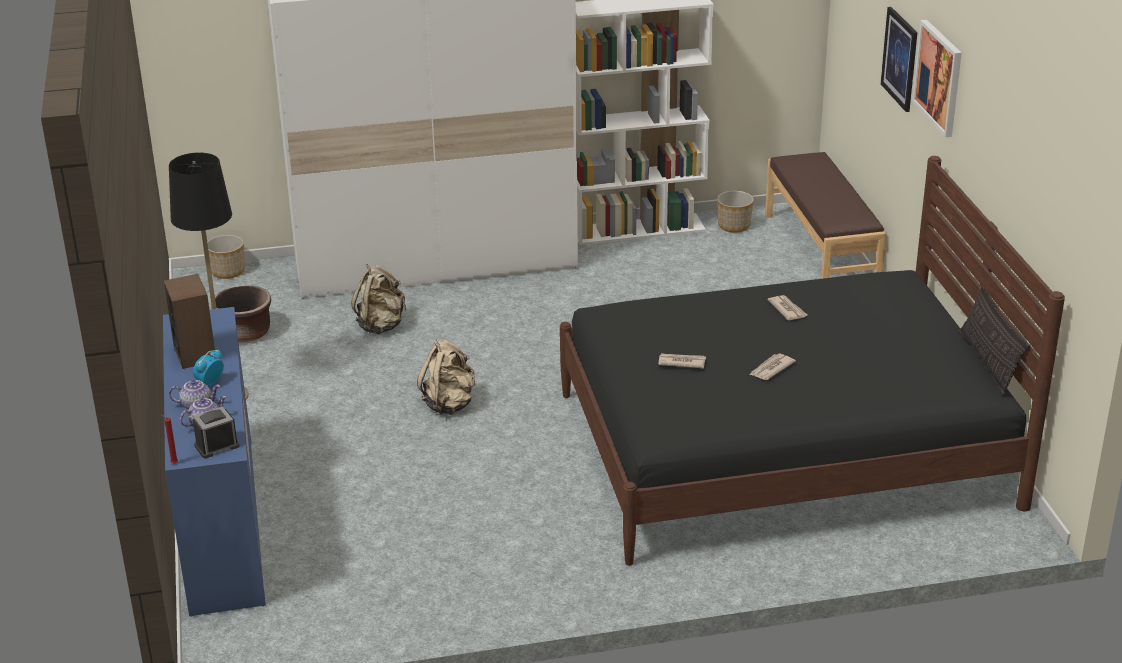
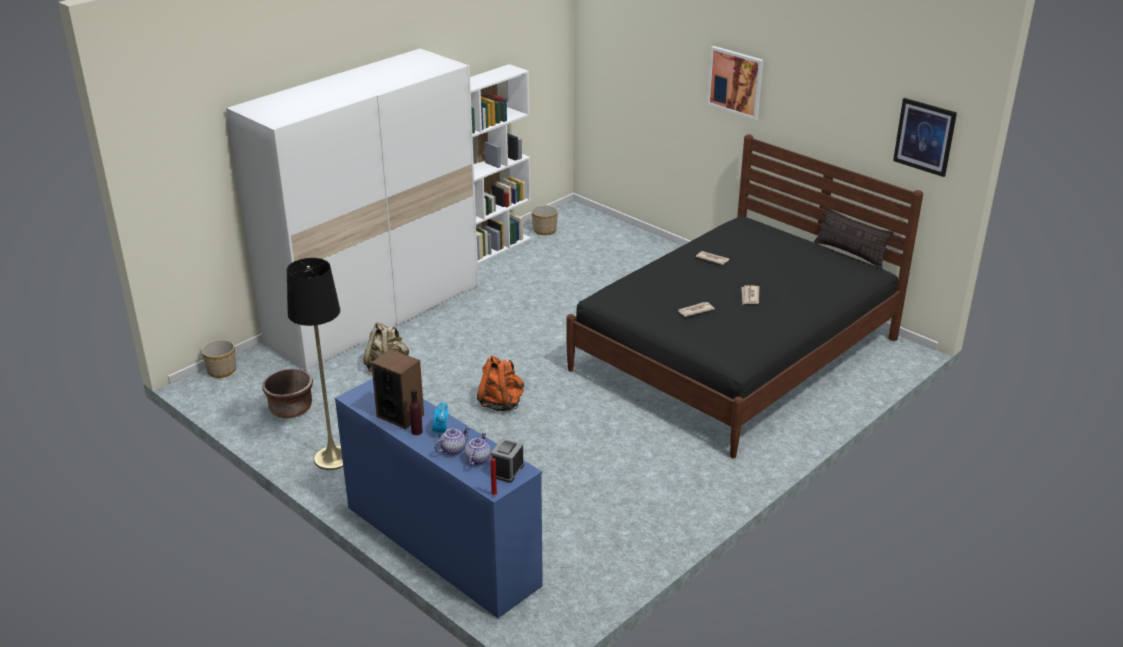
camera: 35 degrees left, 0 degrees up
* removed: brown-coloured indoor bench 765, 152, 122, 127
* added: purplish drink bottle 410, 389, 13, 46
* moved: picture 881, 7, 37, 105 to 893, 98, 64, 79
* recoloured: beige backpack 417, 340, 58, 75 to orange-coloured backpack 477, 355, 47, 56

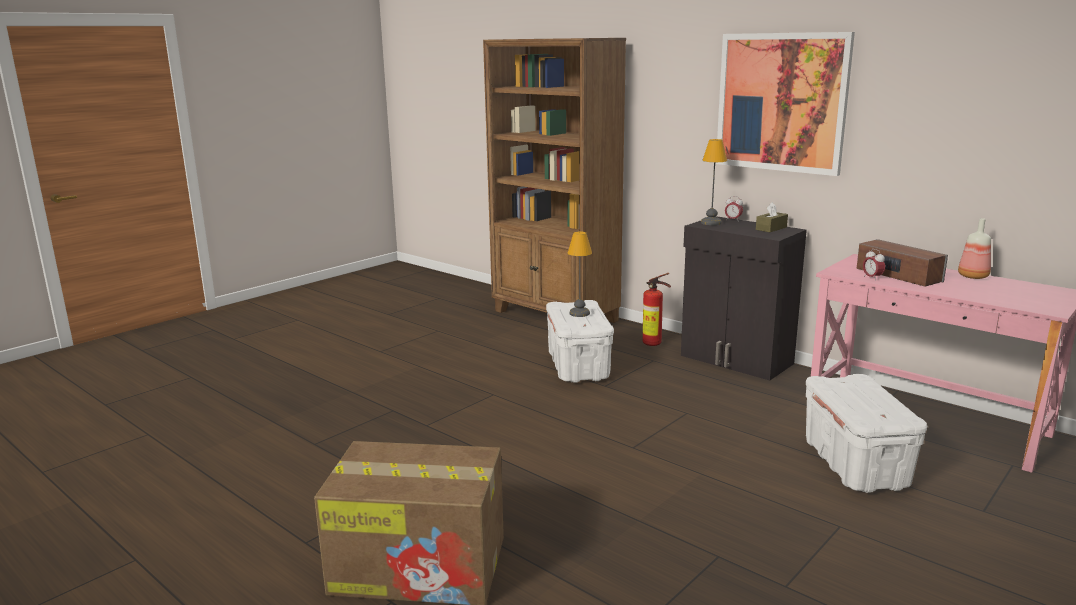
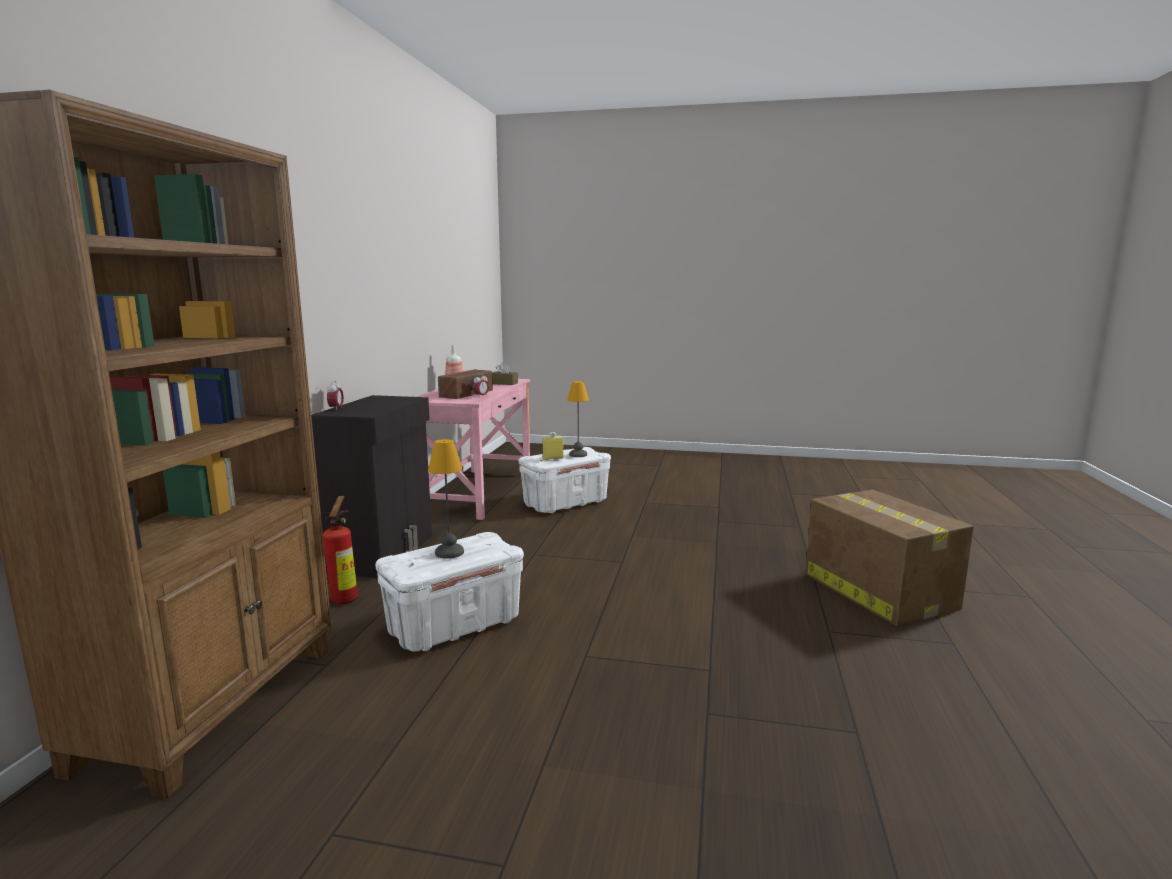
camera: 120 degrees left, 5 degrees down
* removed: picture 716, 32, 139, 144
* added: yellowish drink bottle 542, 432, 22, 28
* moved: table lamp 701, 139, 26, 86 to 567, 381, 22, 76
* moved: brown-coloured tissue holder 756, 202, 32, 30 to 492, 362, 26, 23

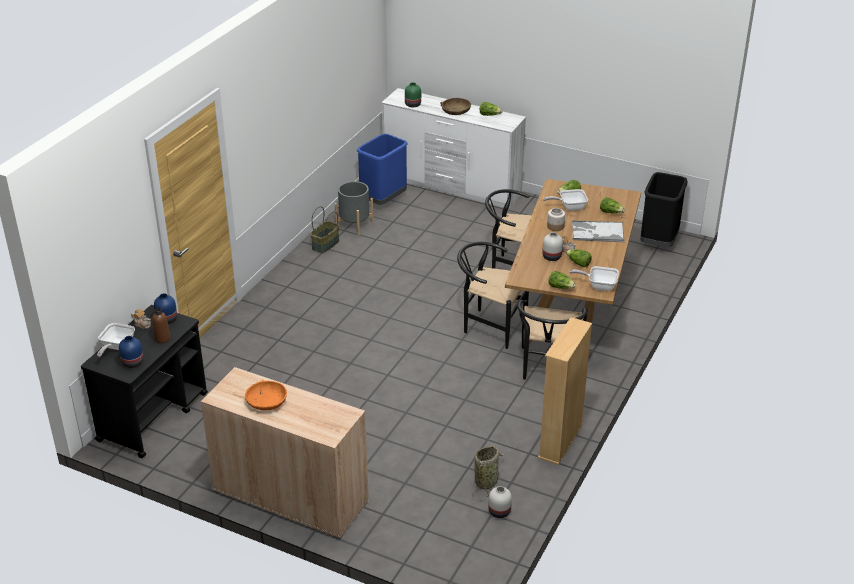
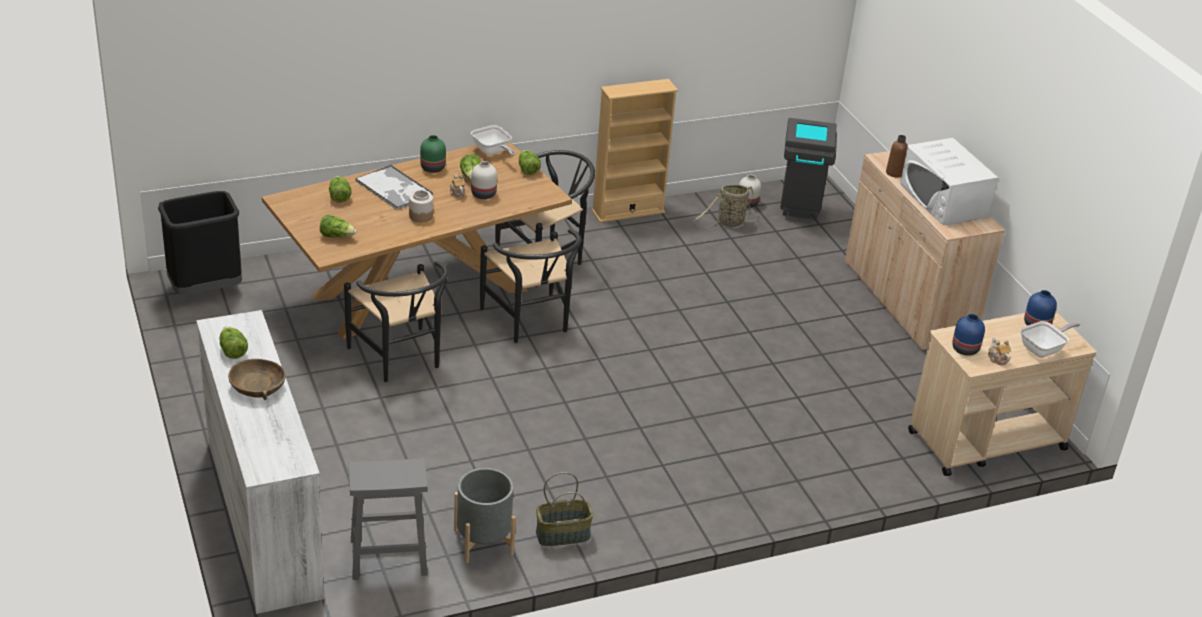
camera: 140 degrees left, 0 degrees up
* removed: frying pan 543, 189, 45, 22
* added: greyish trash can 781, 118, 56, 101
* moved: brown-coloured drink bottle 152, 308, 18, 35 to 886, 135, 22, 43
* moved: greenish decorative vase 405, 82, 16, 25 to 420, 135, 26, 38
* replaced: orange-coloured deep dish 245, 380, 42, 31 to white kitchen microwave 900, 138, 98, 87
* replaced: bluish trash can 357, 134, 51, 71 to greyish stool seat 349, 458, 79, 122
* recoloured: black trolley 81, 305, 127, 153 to beige trolley 908, 311, 189, 165

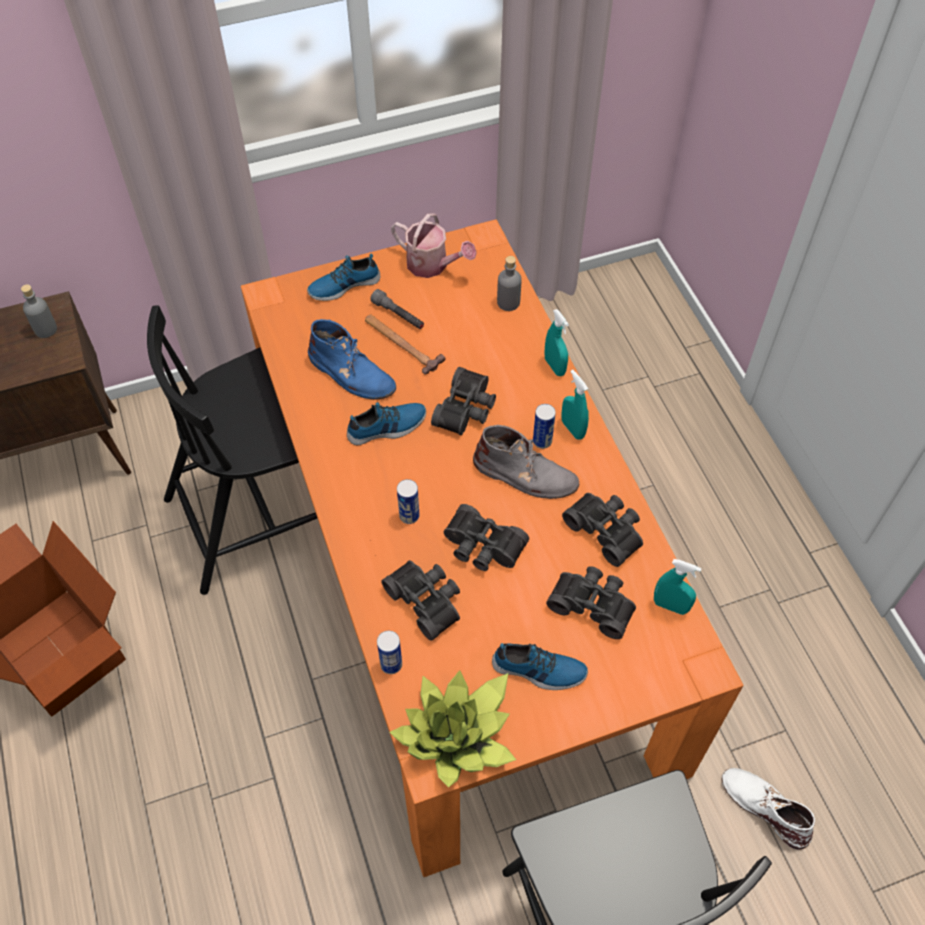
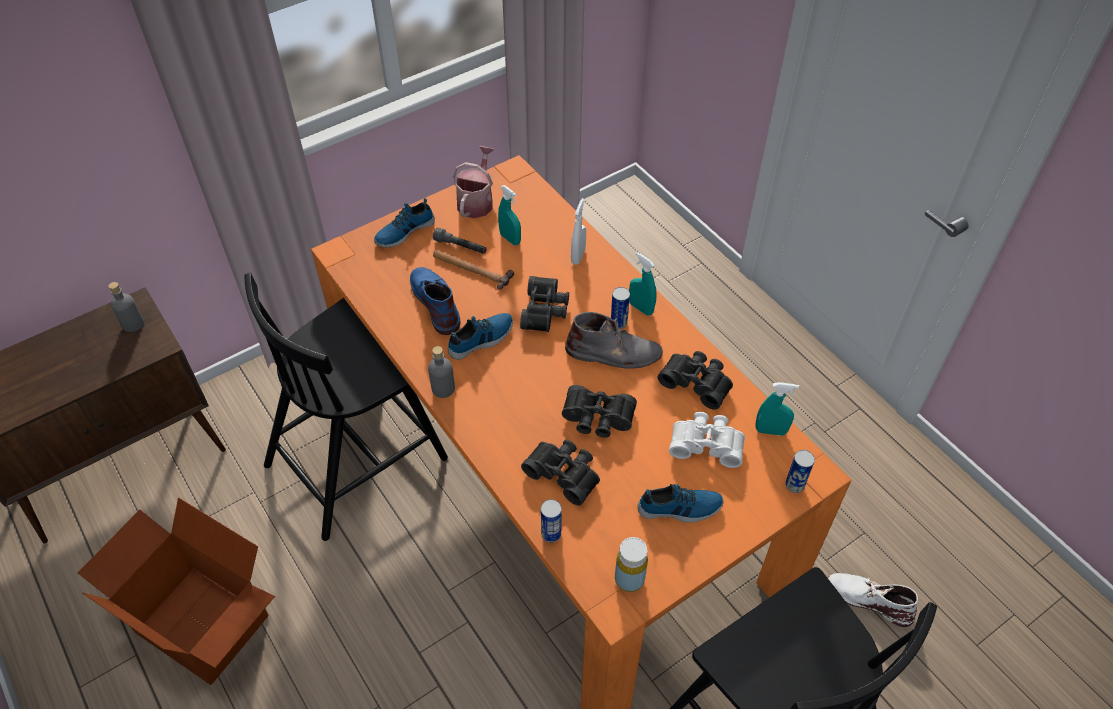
camera: 15 degrees left, 5 degrees down
* added: white sprayer 571, 198, 15, 67
* moved: can 397, 479, 22, 45 to 785, 450, 30, 43
* moved: greyish drink bottle 497, 256, 25, 55 to 428, 346, 27, 52
* moved: turquoise-coloured sprayer 544, 309, 25, 67 to 498, 185, 23, 60
* replaced: plant in a pot 389, 670, 127, 117 to yellowish drink bottle 615, 537, 33, 55
* recoloured: black field glasses 546, 566, 90, 73 to white field glasses 669, 412, 76, 56
* turned: bluish high-top boot 308, 319, 88, 80 = 410, 267, 51, 68 135 degrees counterclockwise
* turned: sprinkling can 391, 213, 86, 65 = 453, 146, 42, 72 90 degrees counterclockwise

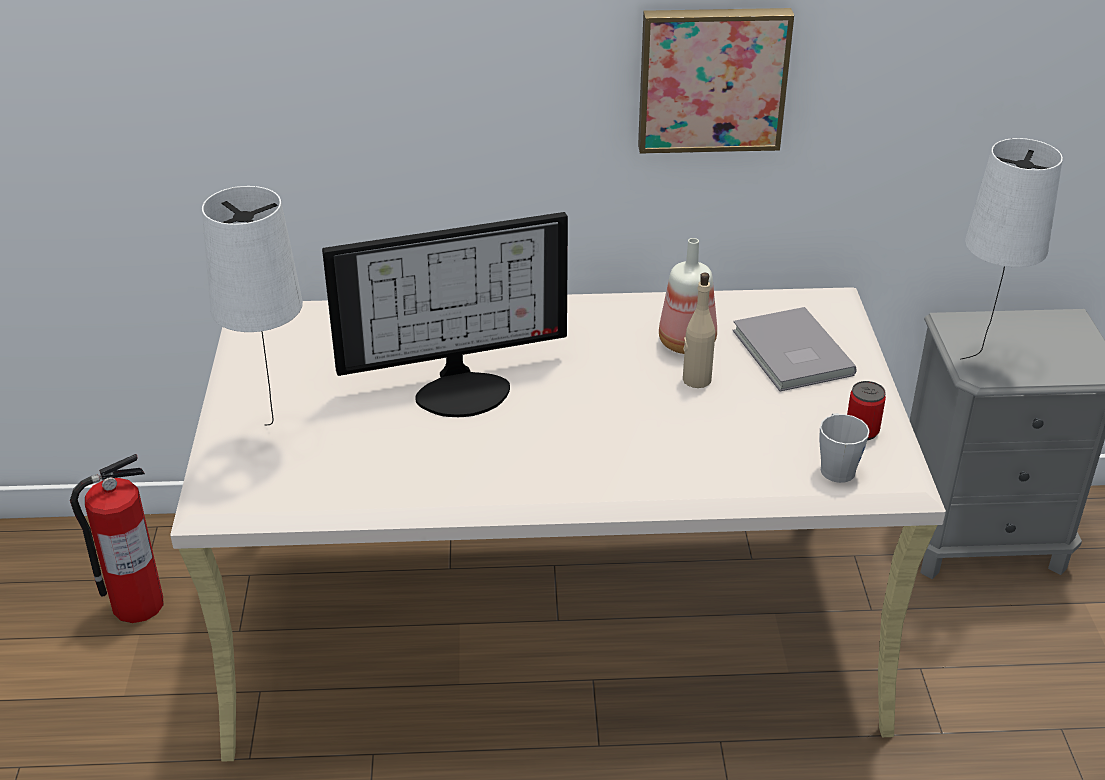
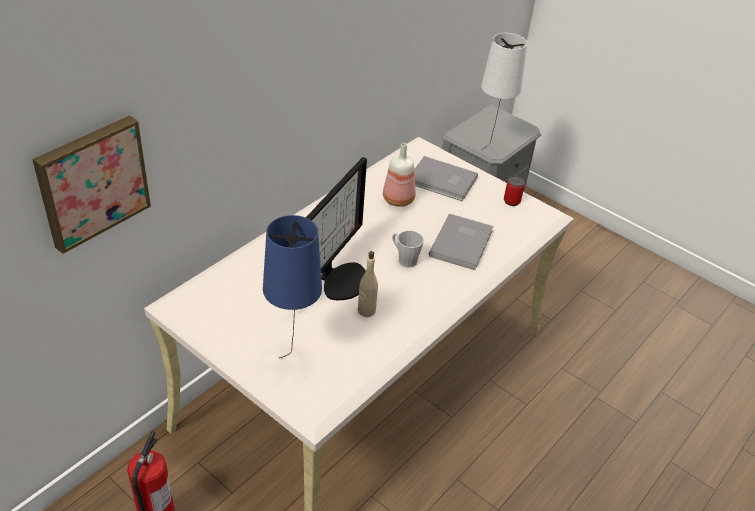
camera: 50 degrees left, 5 degrees up
* added: greyish bound book 429, 214, 64, 56
* moved: picture 638, 8, 156, 146 to 32, 115, 119, 139
* moved: beige drink bottle 683, 273, 32, 115 to 358, 251, 20, 66
* moved: greyish coffee mug 819, 413, 51, 70 to 392, 230, 32, 37
* recoloured: white table lamp 202, 186, 101, 239 to bluish table lamp 263, 215, 59, 143

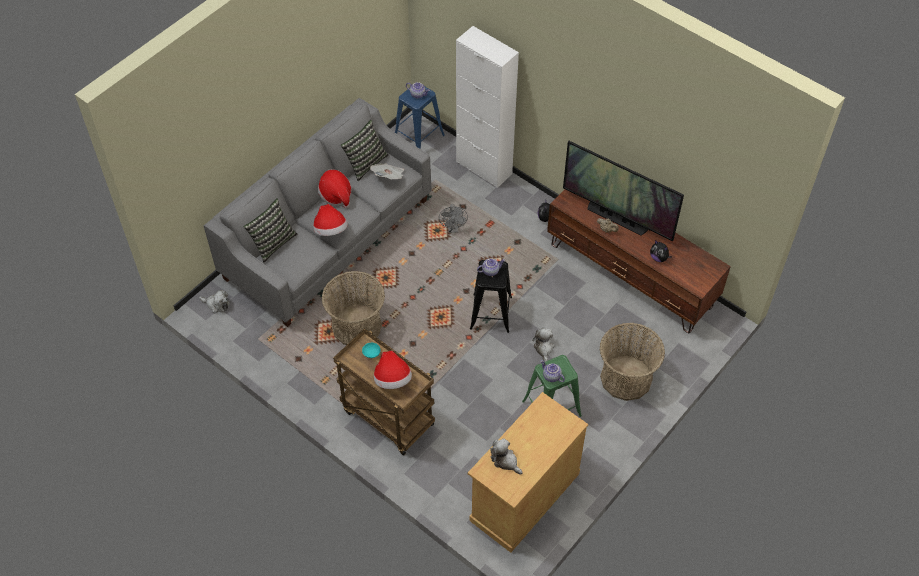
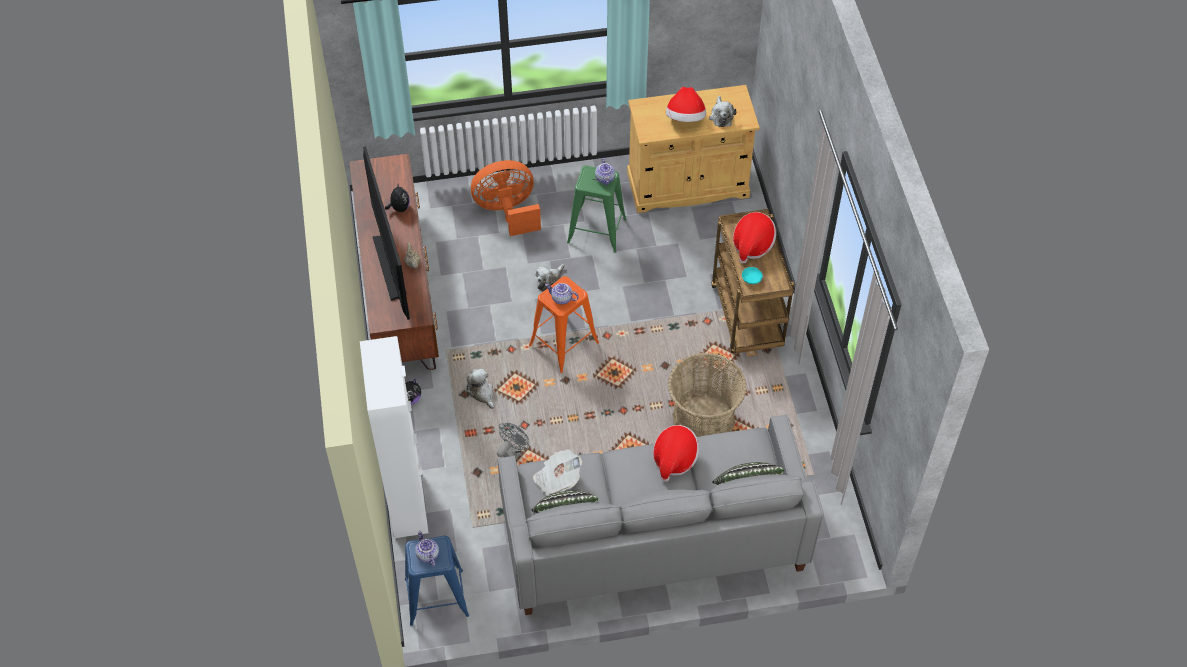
camera: 140 degrees left, 0 degrees up
* moved: soft toy 199, 290, 31, 24 to 466, 369, 28, 40
* moved: hat 318, 169, 33, 39 to 666, 87, 40, 35
* replaced: basket 600, 323, 65, 78 to orange-coloured electric fan 471, 160, 70, 76
* recoloured: black stool seat 470, 260, 42, 73 to orange-coloured stool seat 529, 276, 70, 97

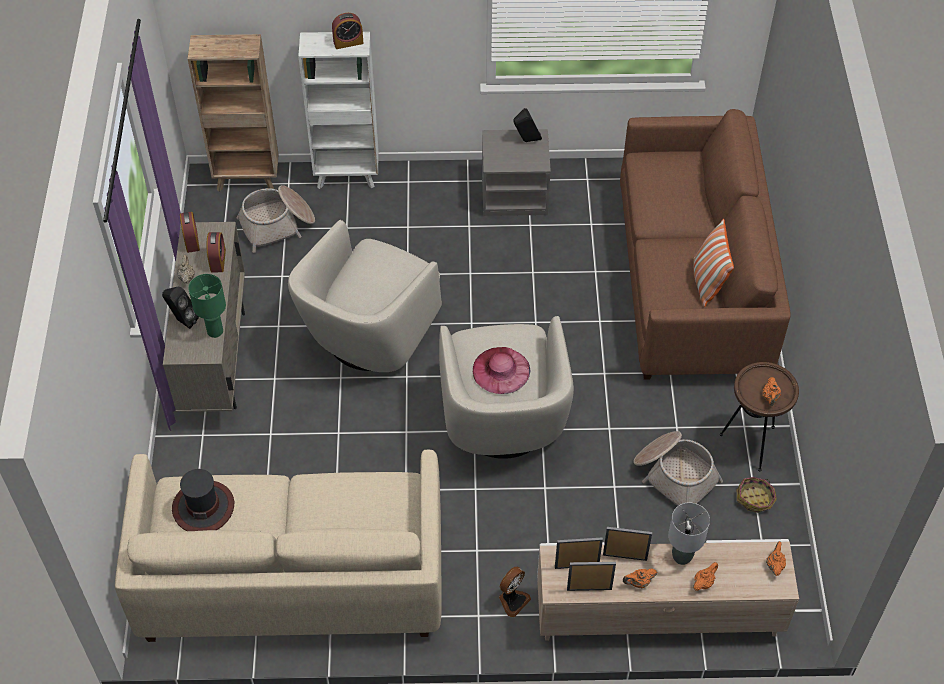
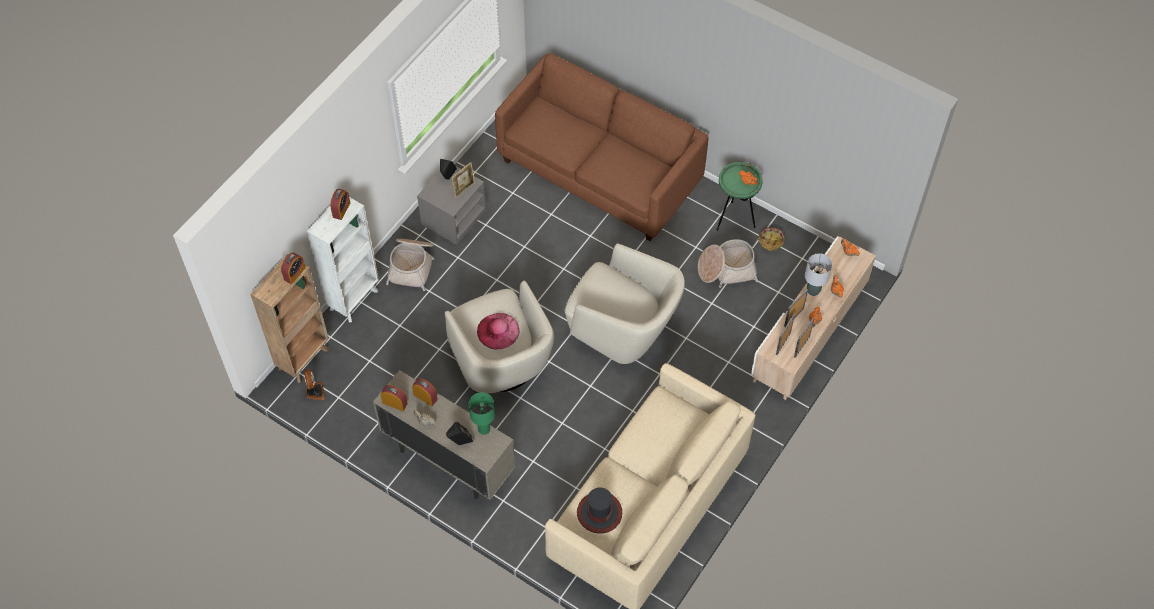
camera: 55 degrees left, 5 degrees up
* removed: cushion 693, 219, 41, 88
* added: table clock 281, 253, 24, 31
* added: standing frame 451, 162, 24, 36
* moved: basket 237, 185, 78, 68 to 386, 239, 48, 52
* moved: pinkish hat 473, 347, 57, 47 to 477, 313, 42, 37
* moved: electric fan 499, 567, 32, 50 to 304, 369, 21, 31
* recoloured: brown-coloured side table 720, 362, 79, 110 to greenish side table 716, 162, 47, 68

